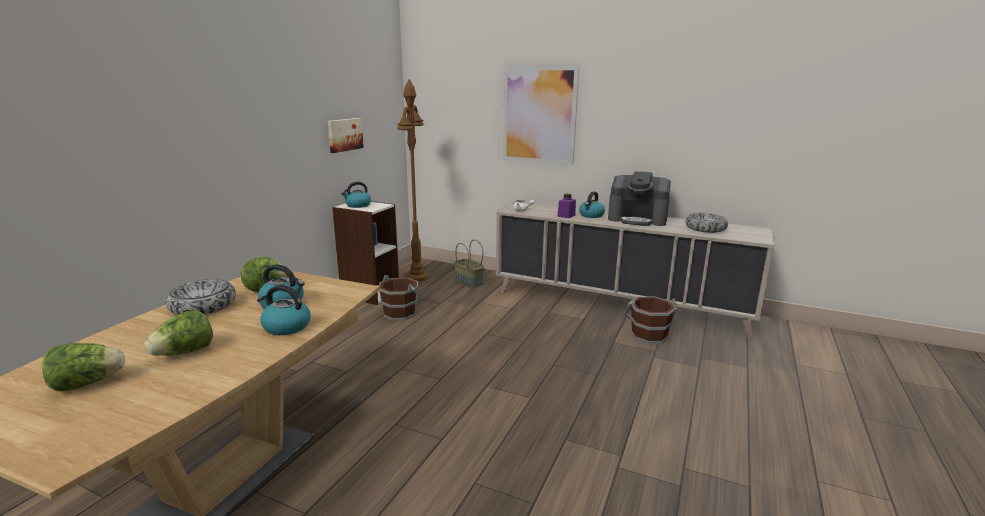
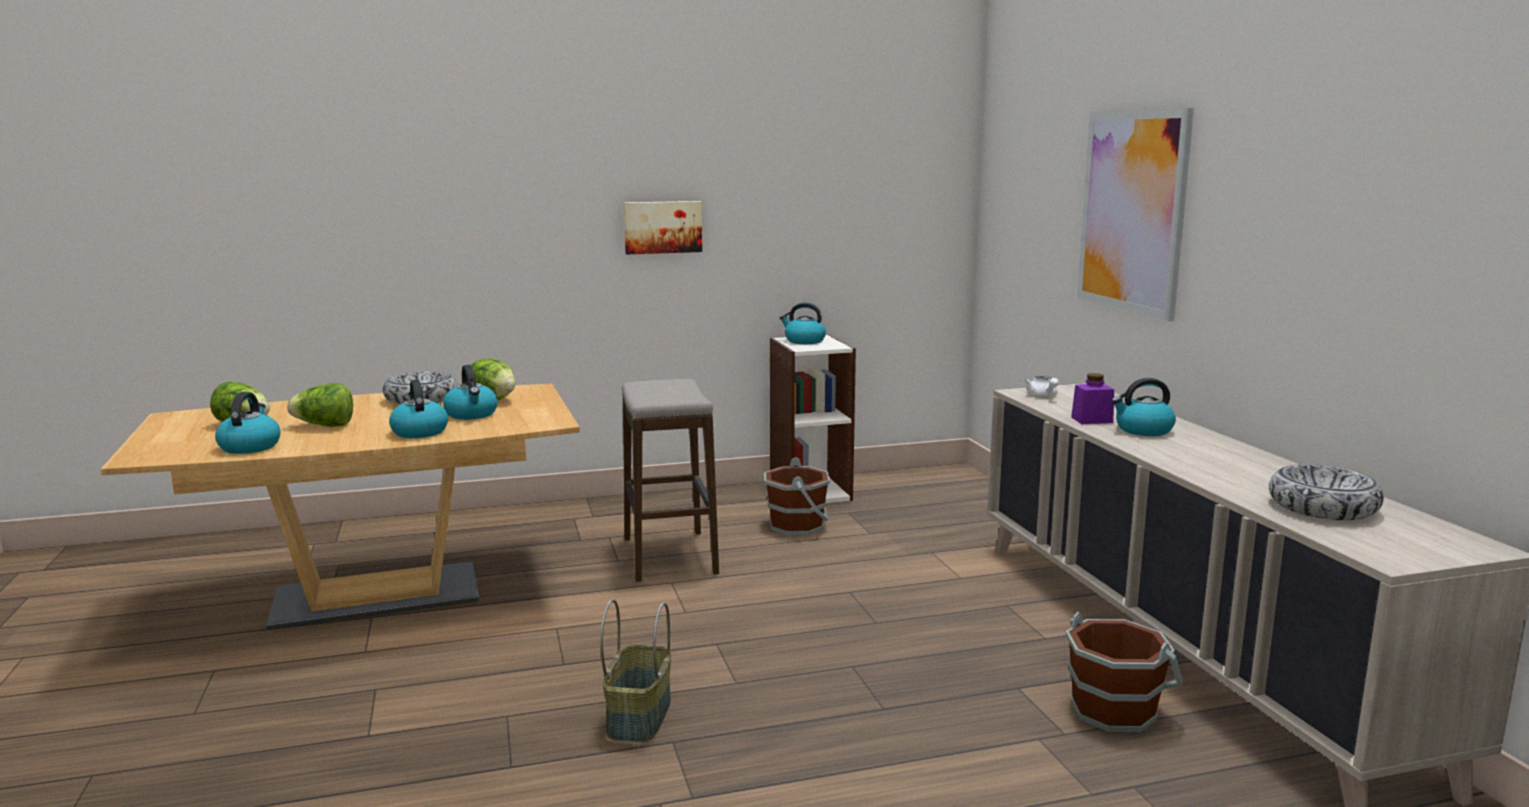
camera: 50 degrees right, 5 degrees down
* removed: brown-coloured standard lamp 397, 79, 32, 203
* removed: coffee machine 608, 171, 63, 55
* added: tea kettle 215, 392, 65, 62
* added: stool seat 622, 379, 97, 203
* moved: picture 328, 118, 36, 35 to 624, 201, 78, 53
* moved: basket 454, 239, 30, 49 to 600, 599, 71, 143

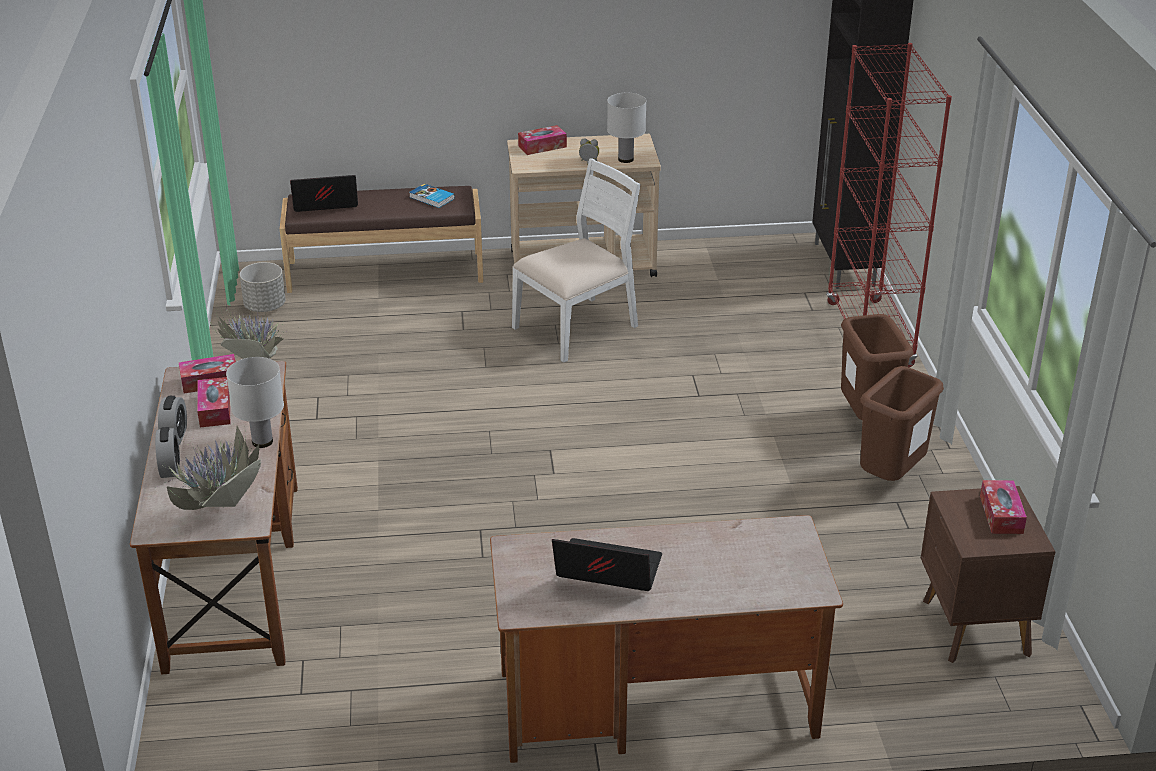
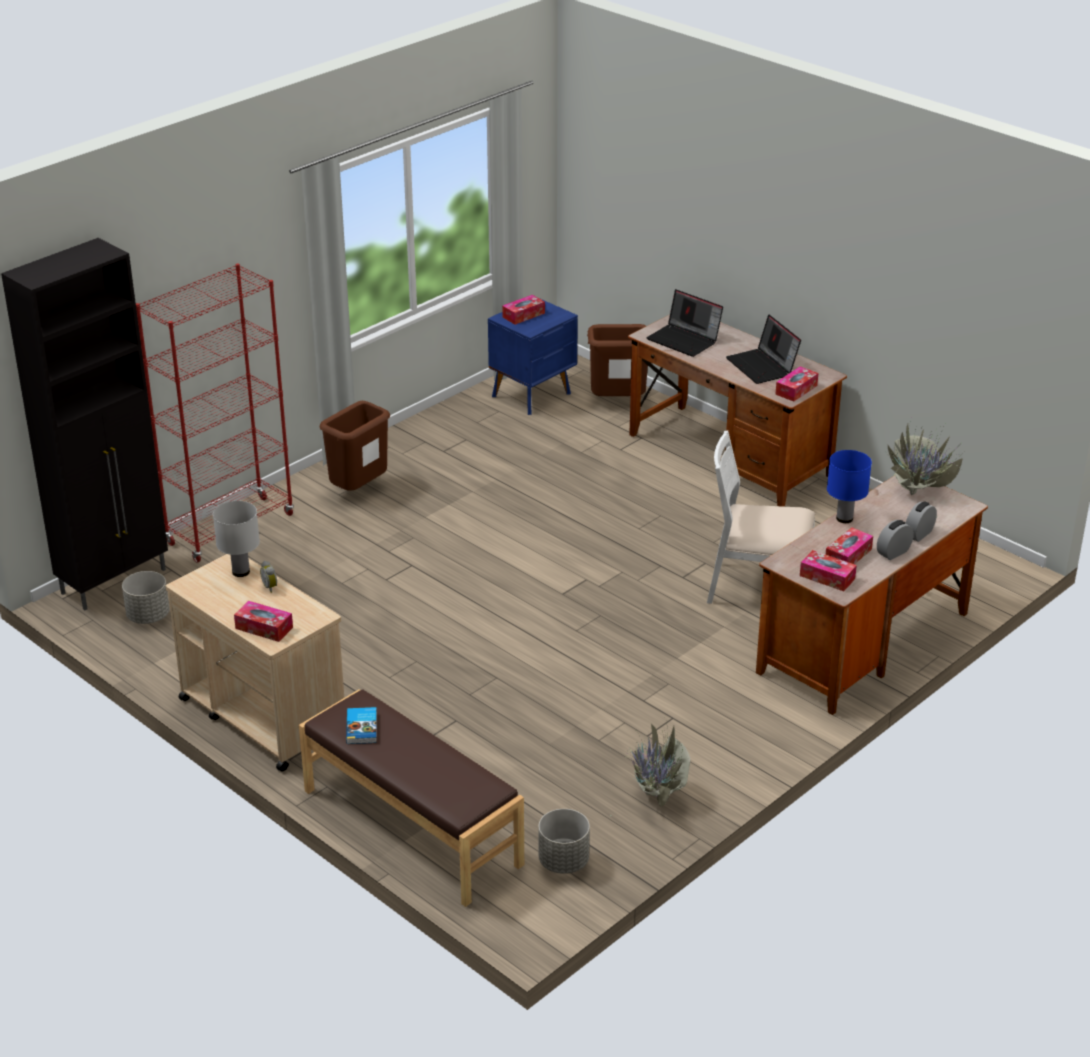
camera: 130 degrees left, 0 degrees up
* added: greyish plant pot 122, 571, 47, 53
* added: tissue holder 775, 366, 43, 36
* moved: laptop 290, 175, 68, 37 to 647, 289, 76, 68
* moved: white chair 512, 159, 129, 204 to 707, 430, 108, 174
* moved: brown-coloured trash can 860, 366, 84, 115 to 587, 324, 61, 72
* recoloured: white table lamp 226, 357, 58, 91 to bluish table lamp 827, 450, 45, 73
* recoloured: brown-coloured nightstand 921, 486, 134, 177 to bluish nightstand 488, 298, 90, 117

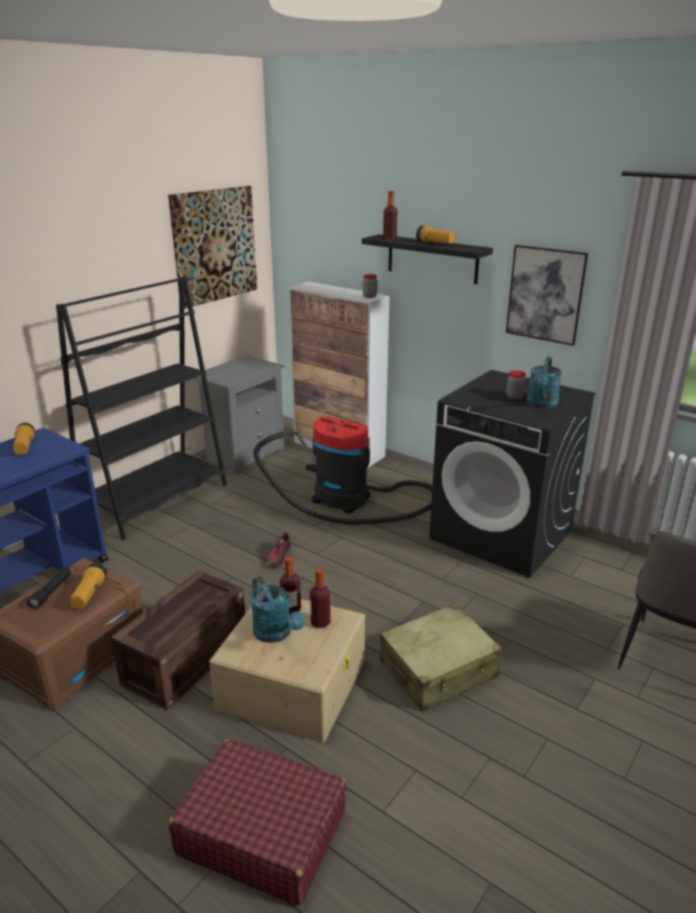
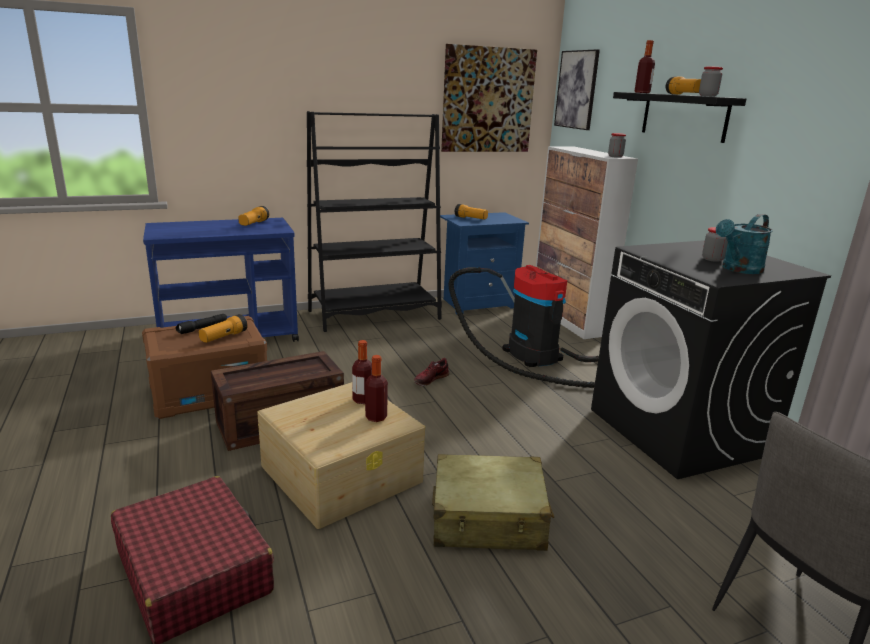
camera: 30 degrees right, 5 degrees down
* removed: turquoise-coloured sprinkling can 251, 576, 54, 67
* added: hand torch 455, 204, 33, 16
* added: jar 699, 67, 24, 30
* moved: picture 506, 245, 82, 101 to 554, 49, 46, 81
* recoloured: greyish nightstand 194, 355, 90, 119 to bluish nightstand 440, 212, 89, 102

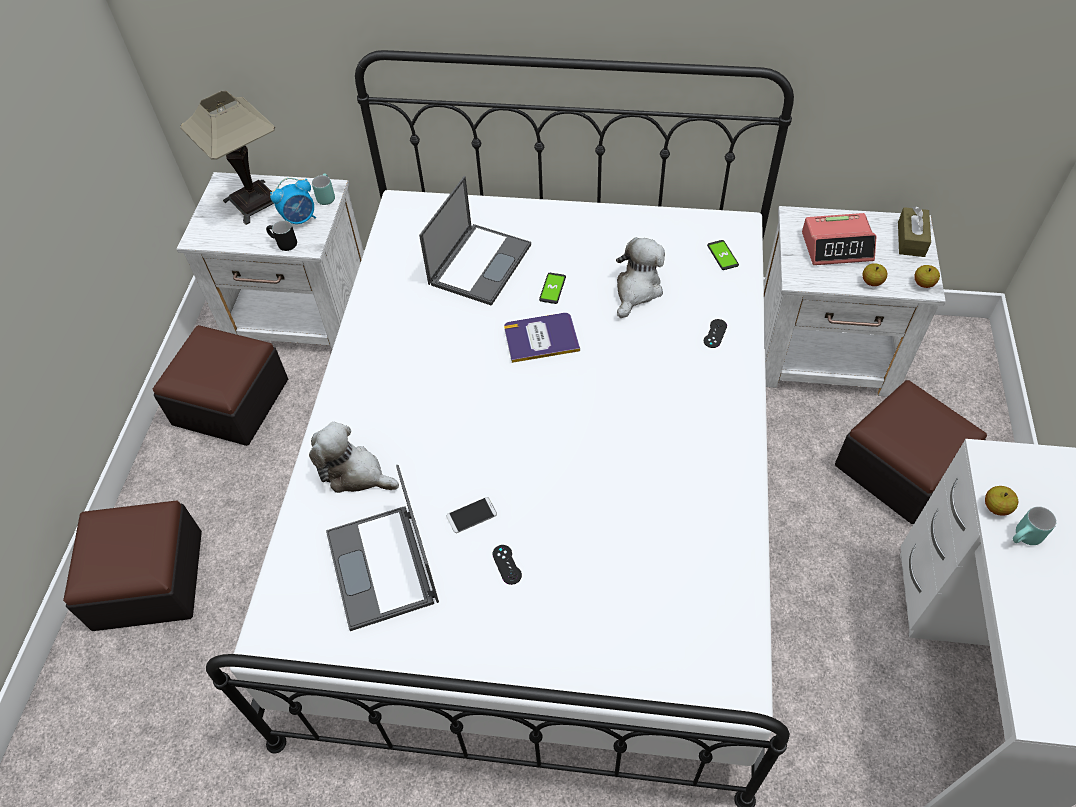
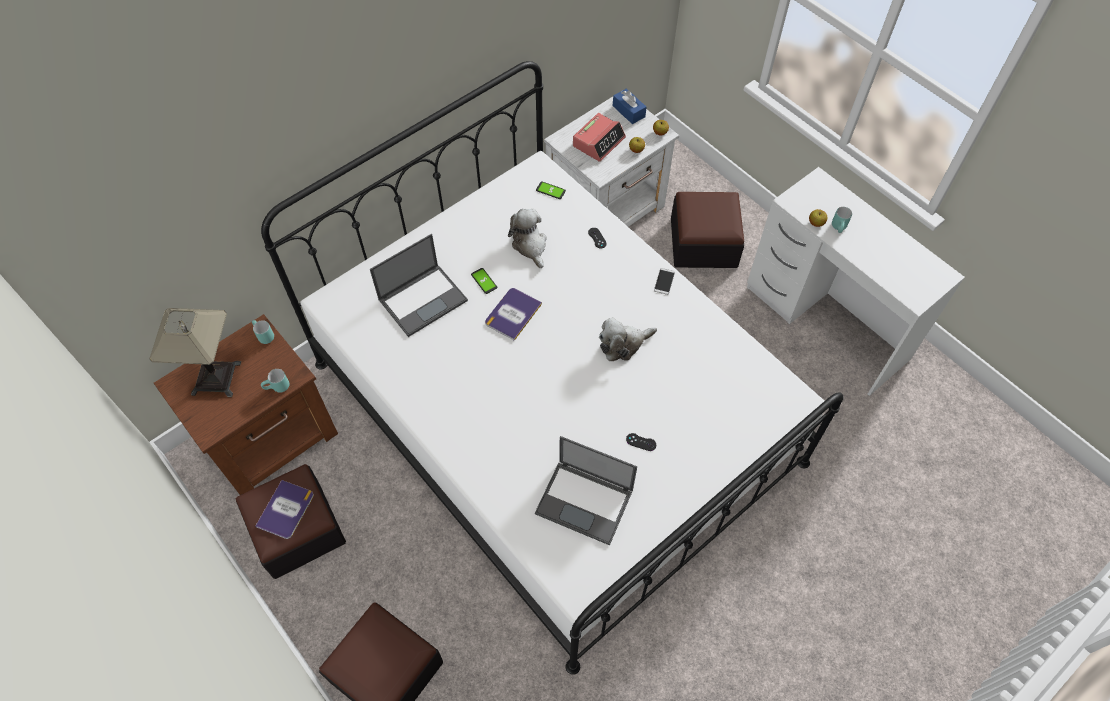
camera: 50 degrees left, 5 degrees up
* removed: table clock 270, 178, 46, 46
* added: bound book 255, 480, 59, 59
* moved: soft toy 309, 422, 90, 71 to 599, 317, 58, 44
* moved: telephone 446, 497, 51, 36 to 654, 268, 21, 27
* recoloured: white nightstand 177, 172, 187, 177 to brown-coloured nightstand 154, 314, 184, 181
* recoloured: black coffee mug 266, 220, 31, 31 to turquoise-coloured coffee mug 261, 369, 28, 24
* recoloured: brown-coloured tissue holder 898, 206, 33, 51 to bluish tissue holder 613, 88, 34, 36
* turned: laptop 419, 176, 112, 130 = 370, 234, 98, 103 75 degrees clockwise

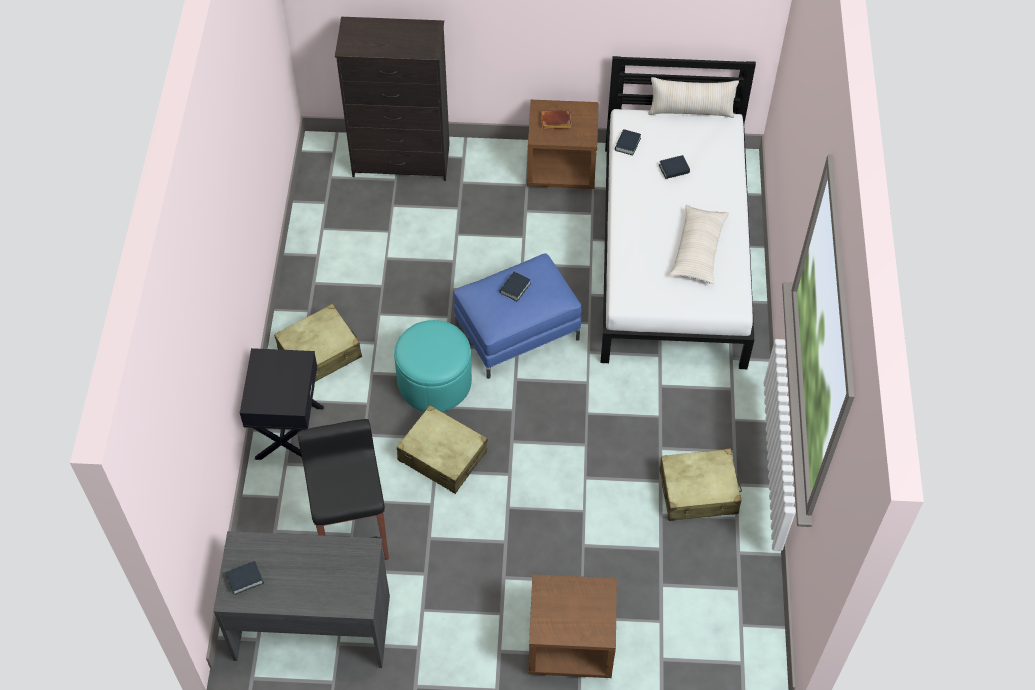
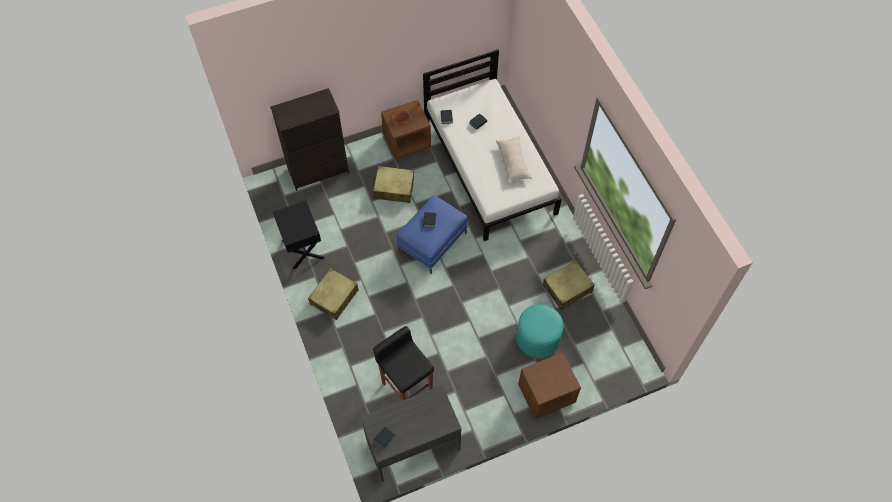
camera: 25 degrees left, 5 degrees up
* removed: beige cushion 648, 77, 91, 41
* moved: black nightstand 240, 348, 84, 112 to 273, 201, 52, 68
* moved: turquoise-coloured pouffe 394, 320, 78, 92 to 516, 304, 47, 54
* moved: beige travel case 397, 405, 91, 89 to 373, 166, 41, 37

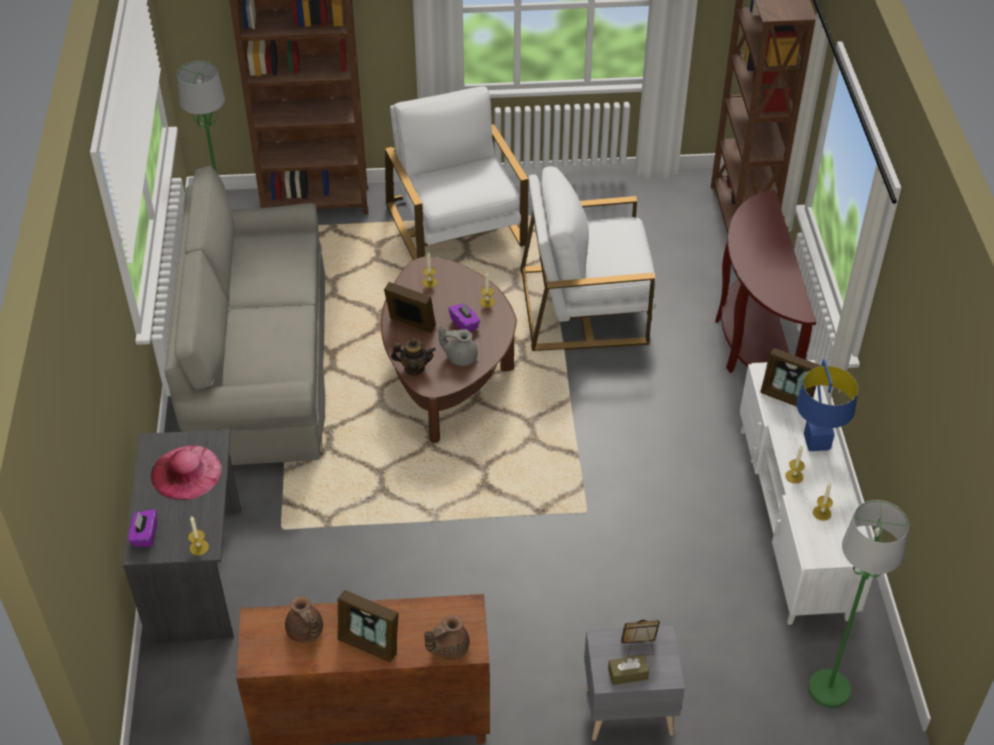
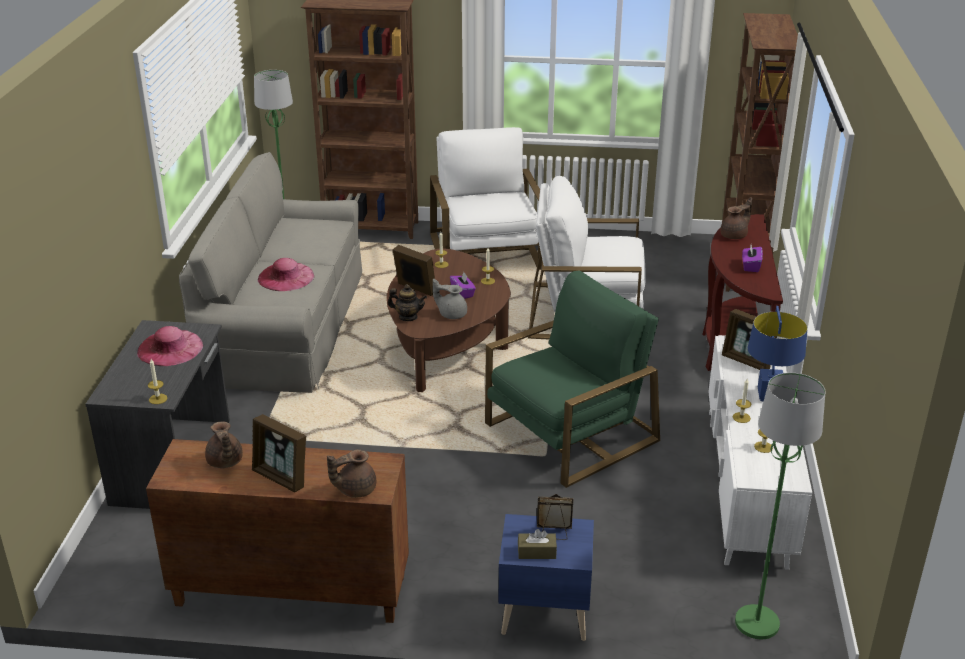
camera: 10 degrees right, 15 degrees down
* added: pinkish hat 258, 258, 56, 33
* added: greenish easy chair 485, 271, 175, 217
* added: brown-coloured tea pot 721, 197, 31, 42
* moved: purplish tissue holder 128, 509, 29, 38 to 742, 245, 21, 27
* recoloured: greyish nightstand 584, 625, 101, 116 to bluish nightstand 498, 514, 96, 127

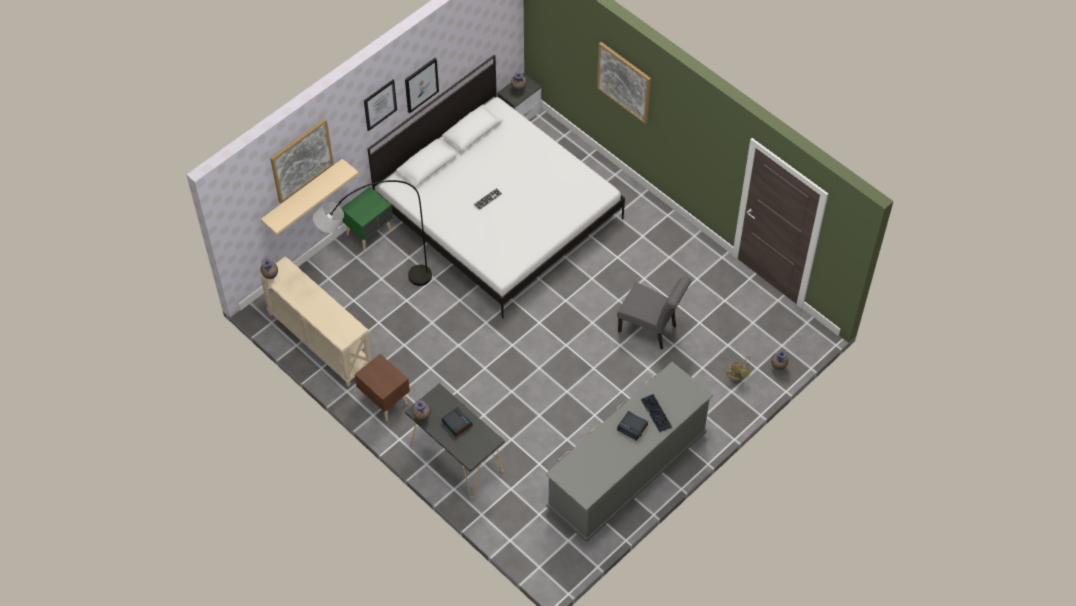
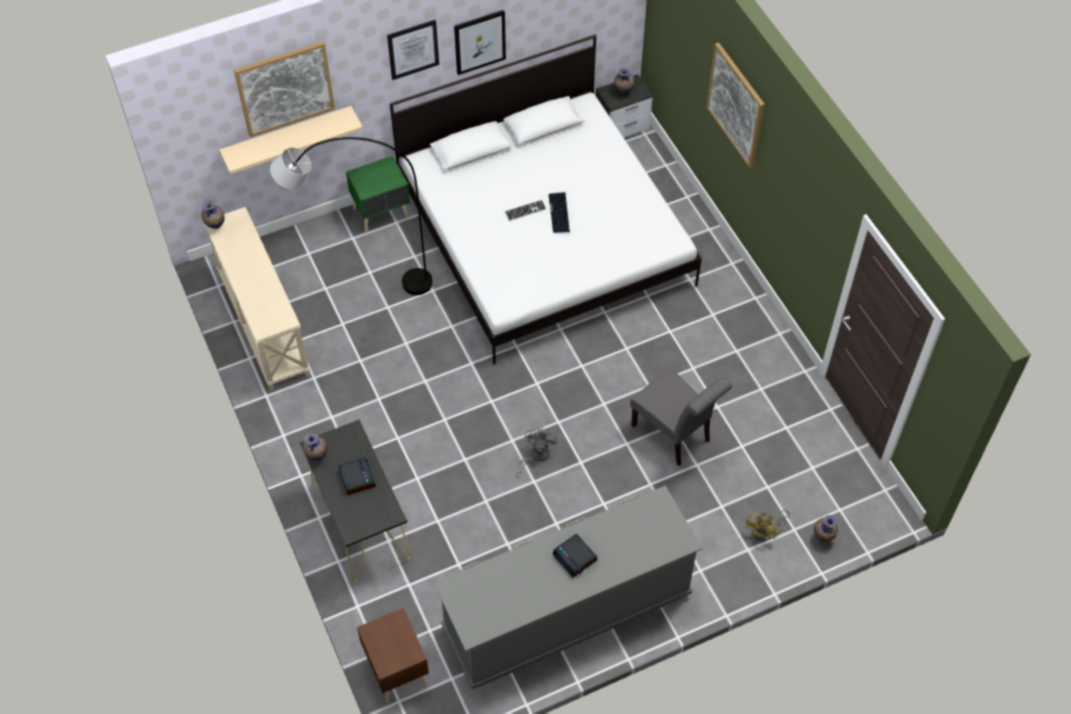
camera: 20 degrees right, 0 degrees up
* added: greyish electric fan 516, 427, 42, 48
* moved: brown-coloured nightstand 355, 354, 55, 67 to 357, 608, 72, 95
* moved: keyboard 641, 394, 31, 38 to 549, 192, 21, 41

